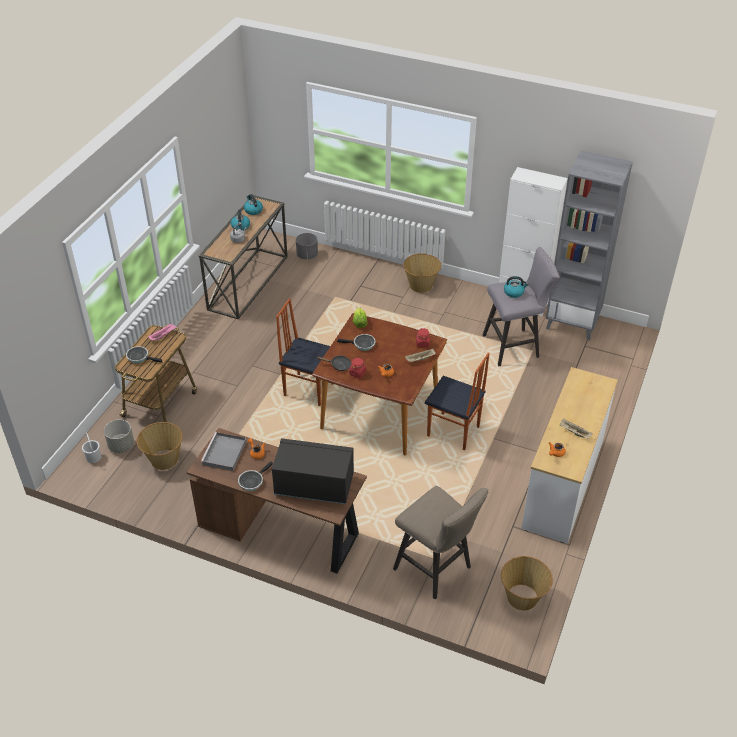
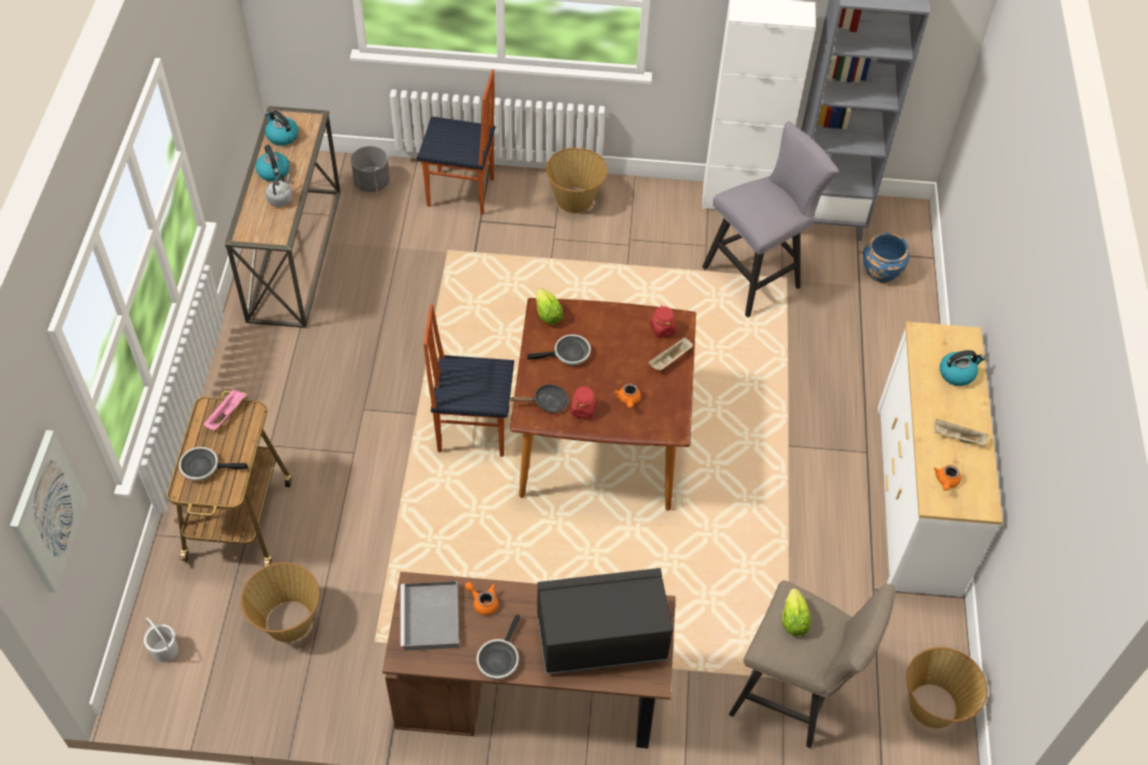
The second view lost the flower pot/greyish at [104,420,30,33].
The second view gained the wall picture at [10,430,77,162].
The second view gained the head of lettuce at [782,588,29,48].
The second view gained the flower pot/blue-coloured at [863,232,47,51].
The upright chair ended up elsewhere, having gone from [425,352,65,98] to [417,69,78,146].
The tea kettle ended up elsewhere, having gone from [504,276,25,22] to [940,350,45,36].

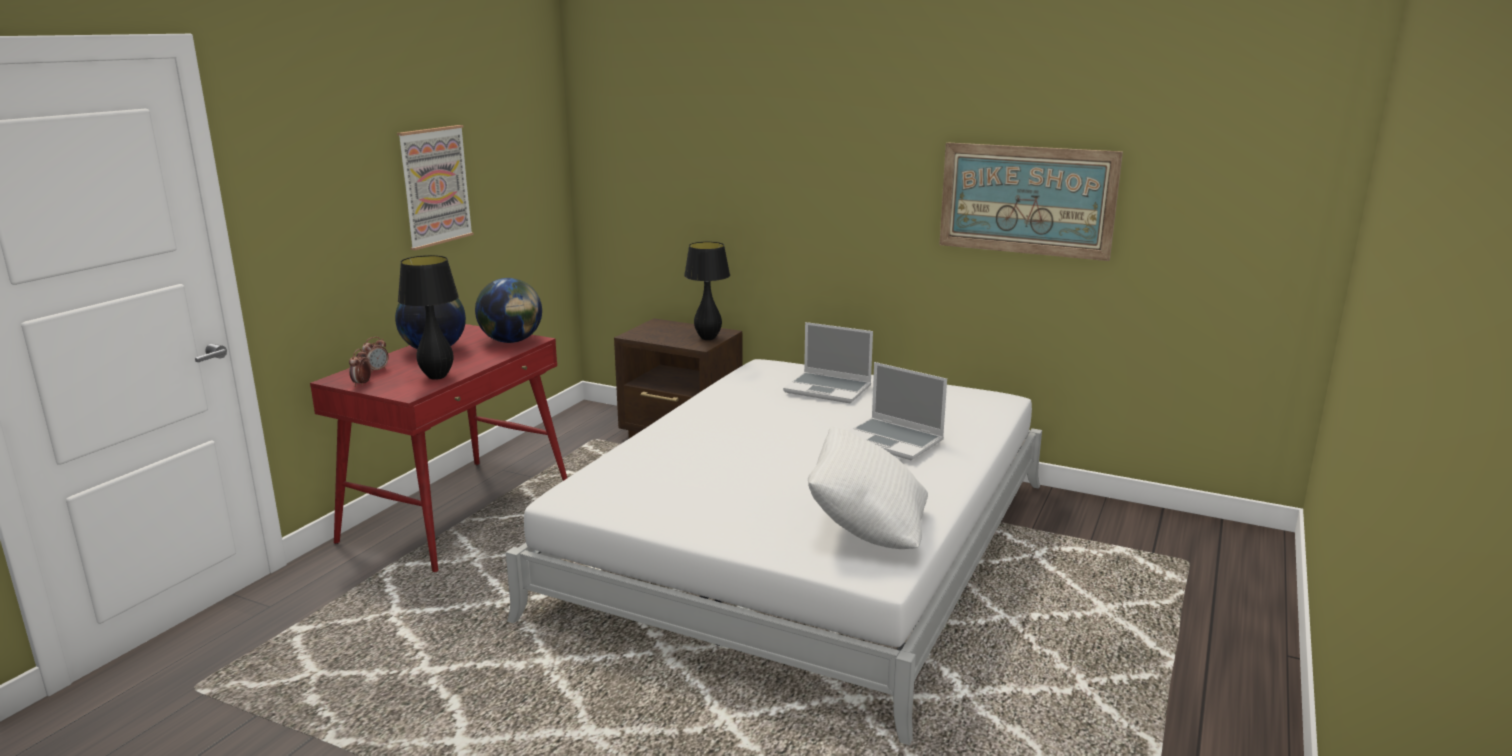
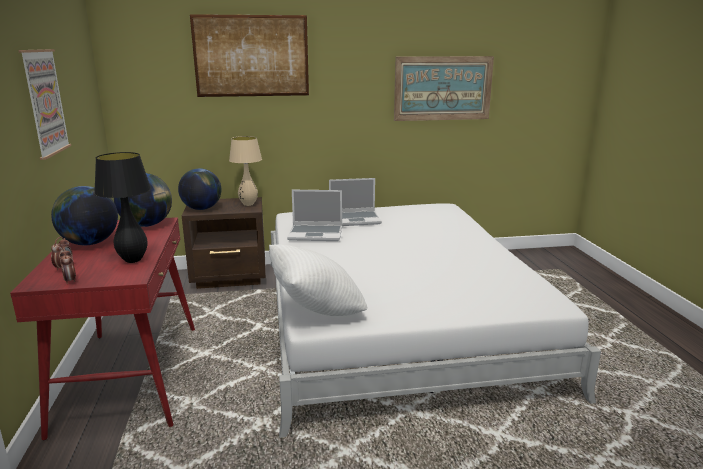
The second view gained the globe at [178,168,44,42].
The second view gained the wall picture at [190,14,119,83].
The pillow/whitish ended up elsewhere, having gone from [808,426,120,123] to [269,244,99,72].
The notebook computer ended up elsewhere, having gone from [849,362,98,98] to [287,190,55,51].
What was the table lamp/black at [684,242,46,98] turned into the table lamp/beige-coloured at [229,136,33,70].

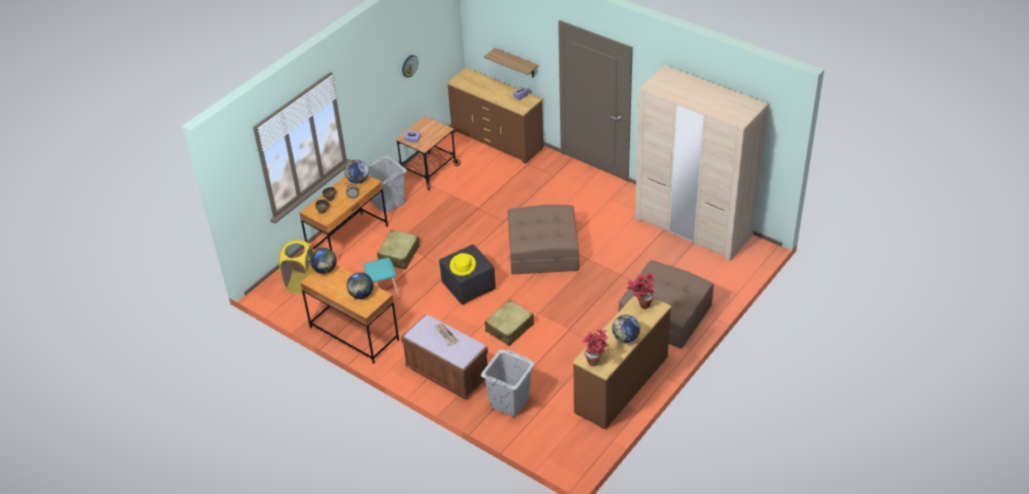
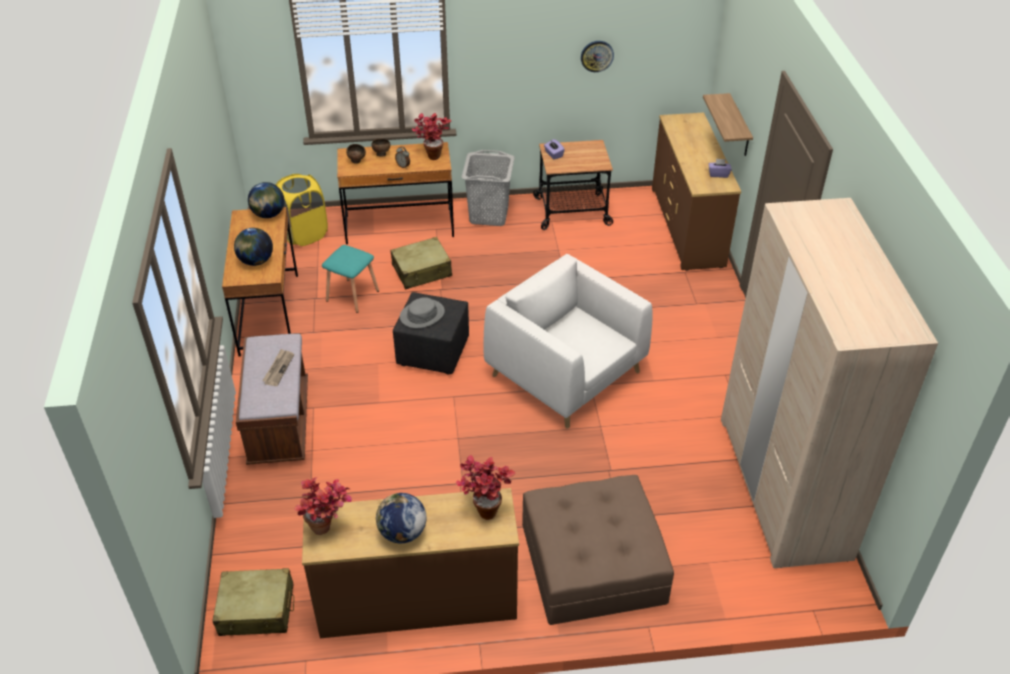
The second view lost the washing basket/greyish at [481,350,54,67].
The travel case/beige-coloured ended up elsewhere, having gone from [485,299,49,47] to [213,568,81,68].
Where the globe stood at [345,160,24,24], the plant in a pot came to stand at [412,113,39,47].
Where the ottoman/brown-coloured stood at [508,205,71,70], the armchair/whitish came to stand at [484,254,169,175].
What was the clothing hat/yellowish at [450,253,26,23] turned into the clothing hat/greyish at [400,297,45,31].

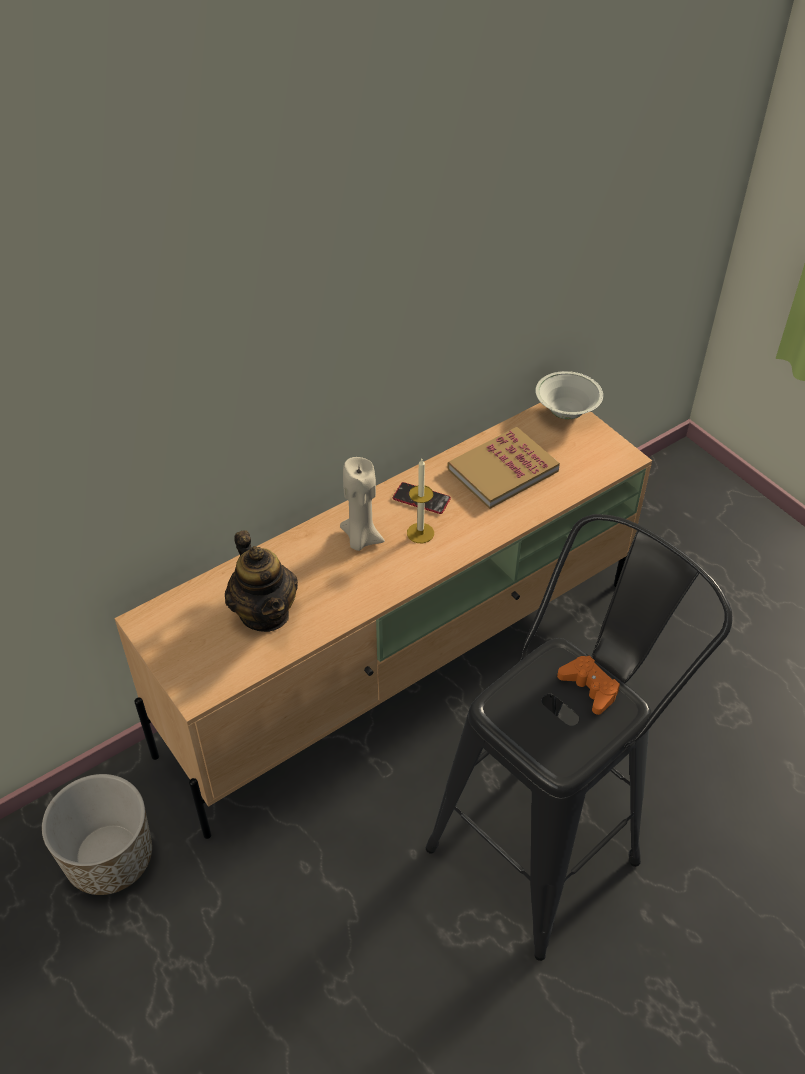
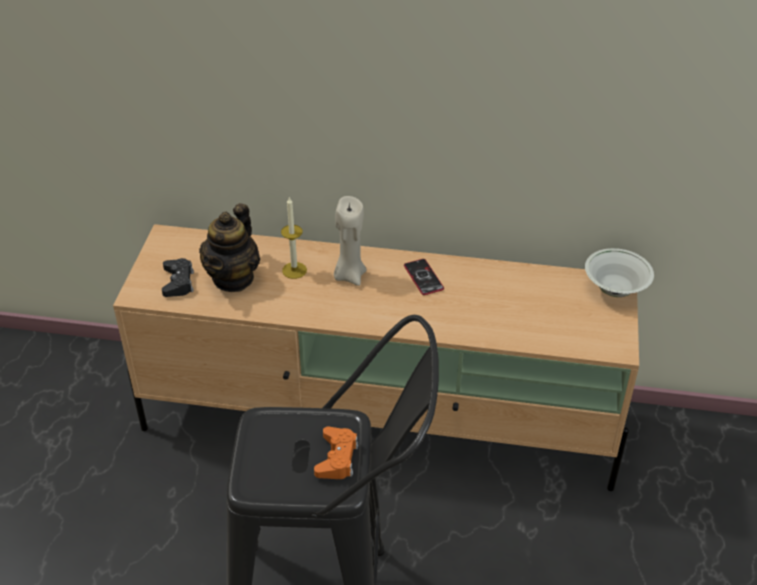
The second view lost the flower pot at [42,774,110,121].
The second view lost the volume at [447,427,113,82].
The second view gained the game controller/black at [162,258,32,39].
The wax candle ended up elsewhere, having gone from [407,459,27,84] to [281,197,26,82].

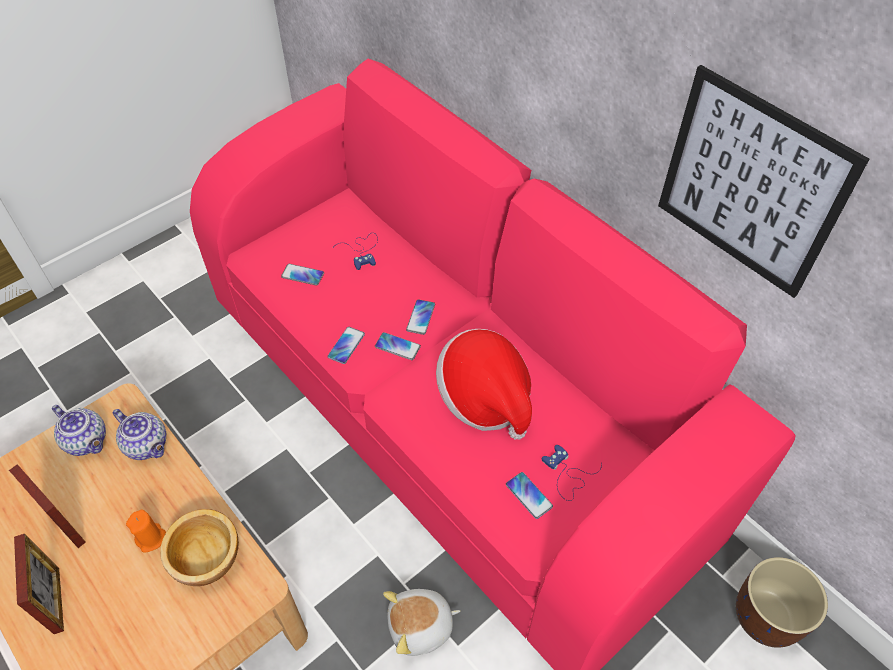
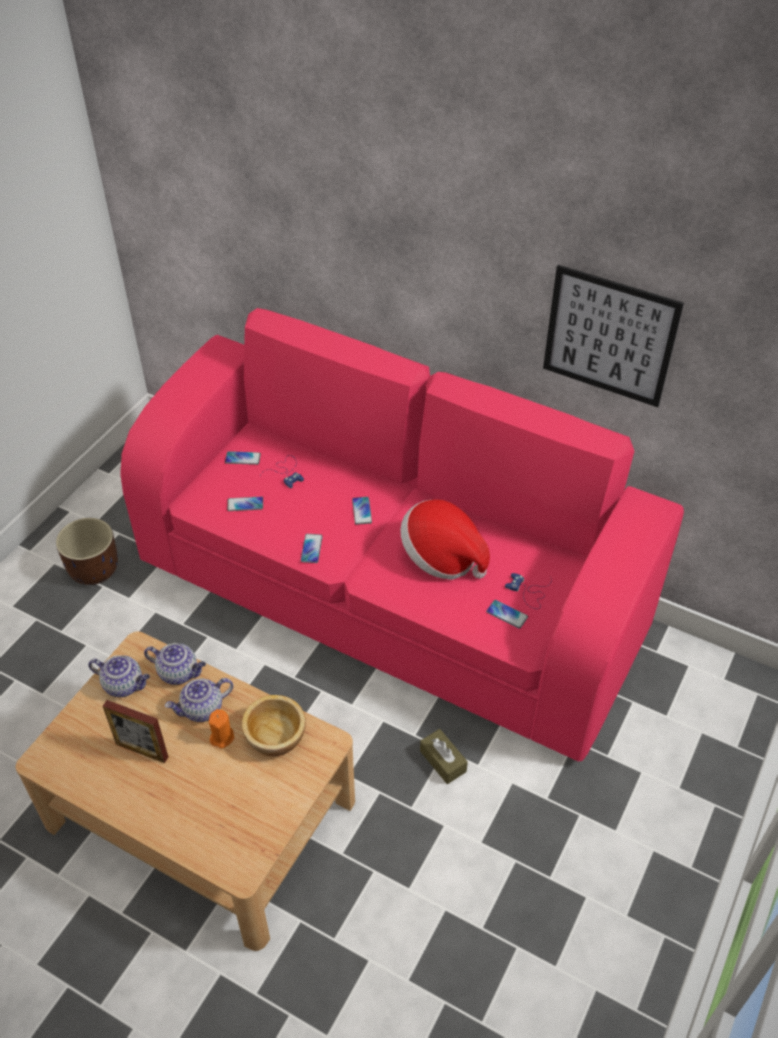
The second view lost the picture frame at [14,534,50,100].
The second view gained the pot for tea at [165,678,68,44].
The phone ended up elsewhere, having gone from [375,332,46,28] to [225,451,36,14].
The flower pot/brown-coloured ended up elsewhere, having gone from [736,557,92,91] to [56,518,62,67].
Where the plush toy stood at [383,589,77,67], the box of tissues/brown-coloured came to stand at [420,729,48,55].

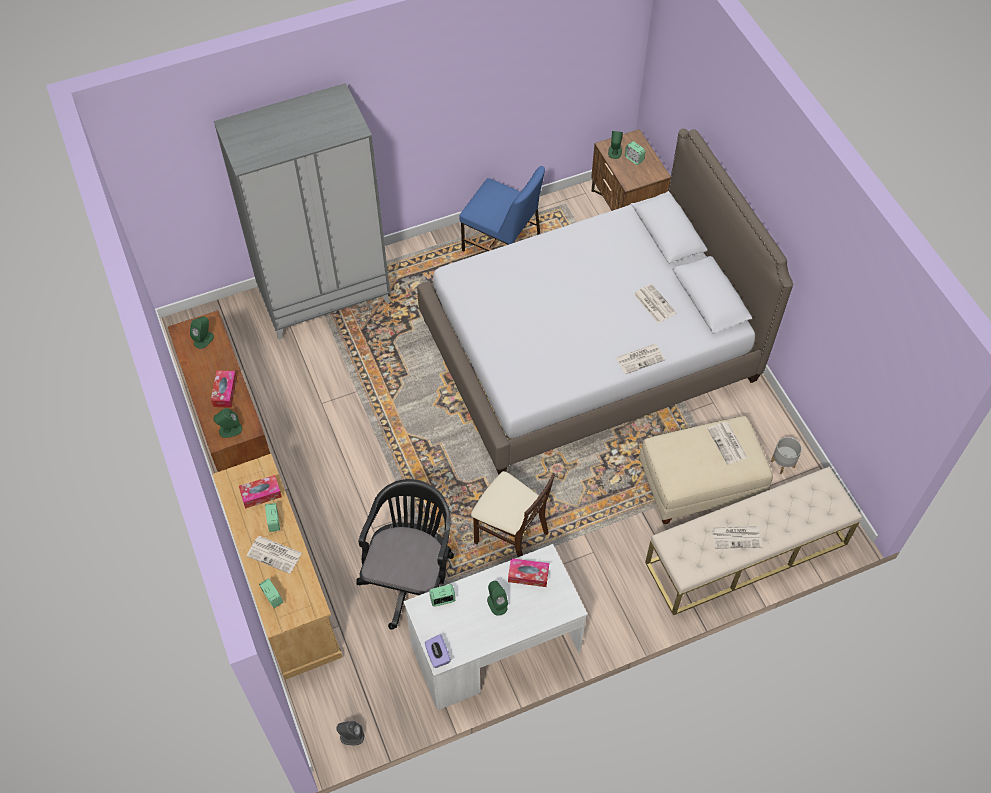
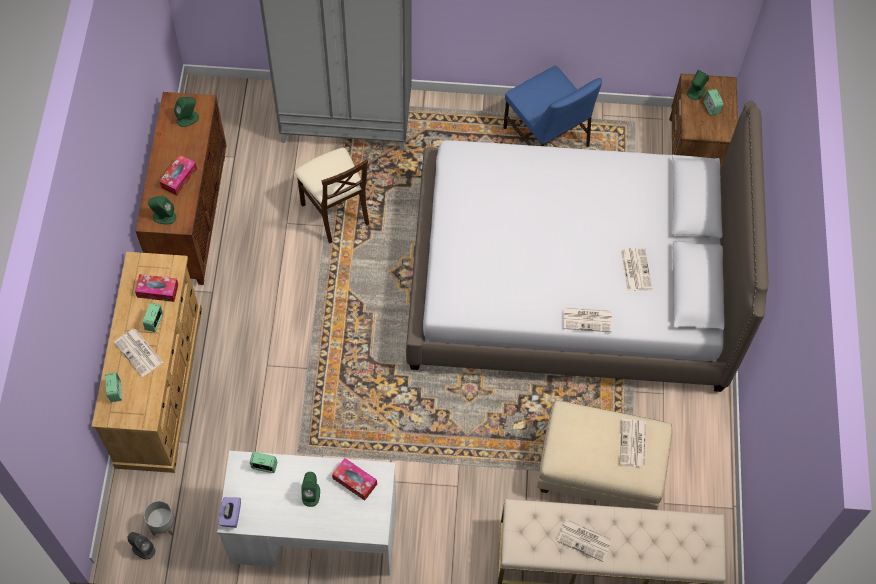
The second view lost the desk chair/black at [357,479,97,151].
The upright chair/beige-coloured ended up elsewhere, having gone from [471,471,84,86] to [294,148,75,95].
The flower pot/greyish ended up elsewhere, having gone from [771,437,31,37] to [144,501,31,35].

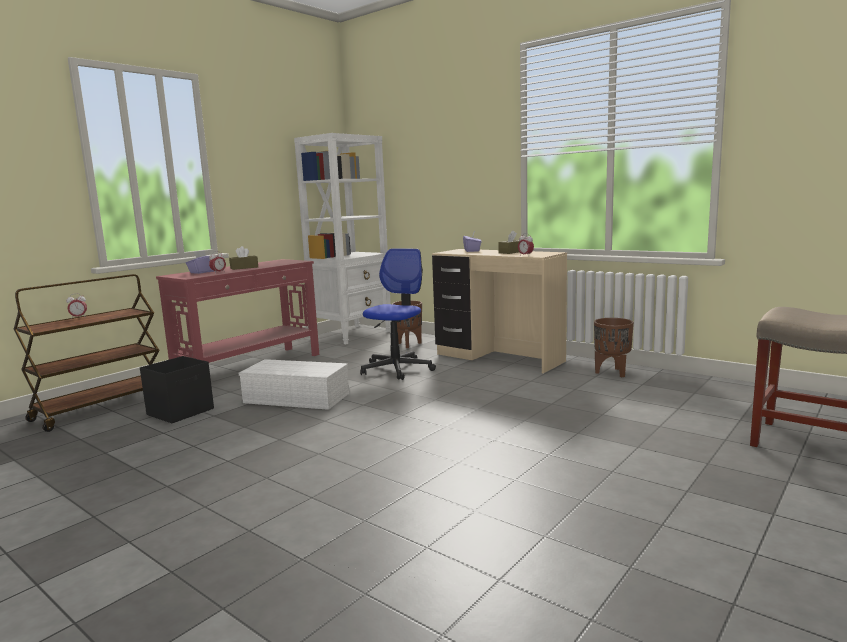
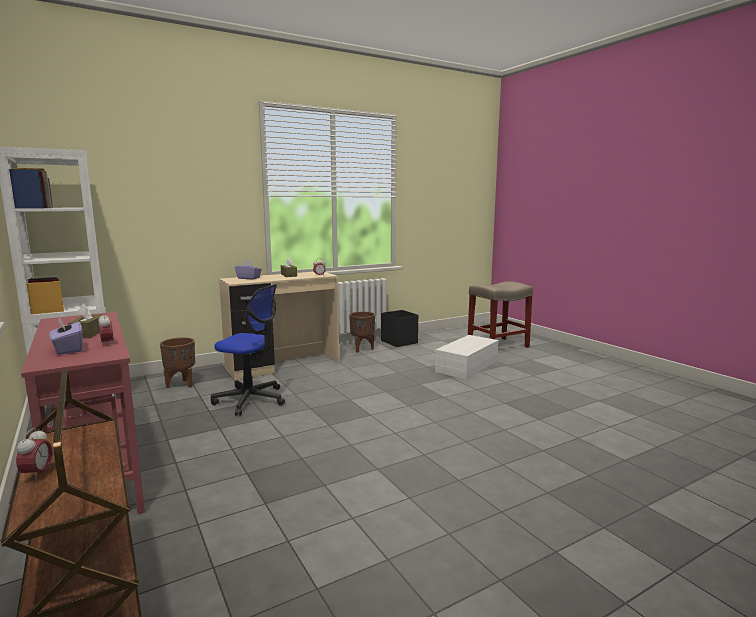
The storage bin/black ended up elsewhere, having gone from [140,356,74,67] to [381,310,37,37].
The storage bin/whitish ended up elsewhere, having gone from [239,359,110,51] to [435,335,64,44].
The desk chair at [360,248,76,132] ended up facing another way, 150 degrees clockwise from before.

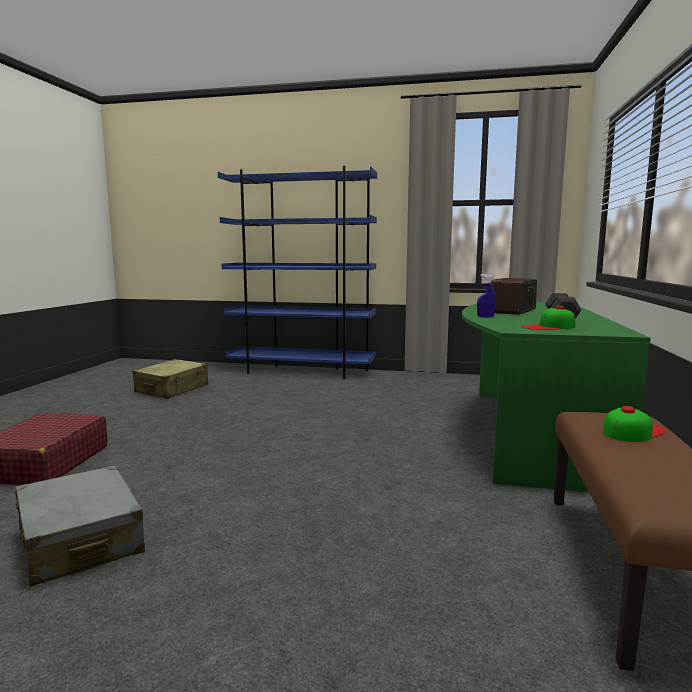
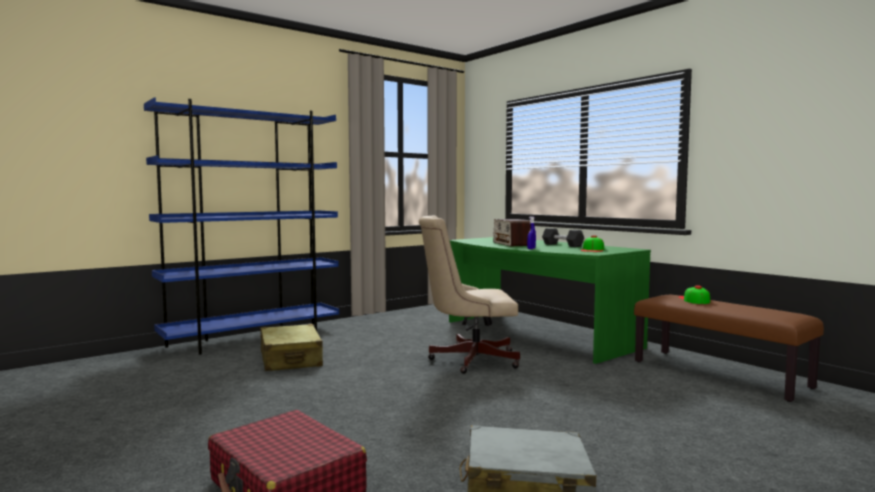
The second view gained the desk chair/beige-coloured at [419,215,101,159].
The travel case/beige-coloured ended up elsewhere, having gone from [133,359,75,40] to [260,324,63,47].

